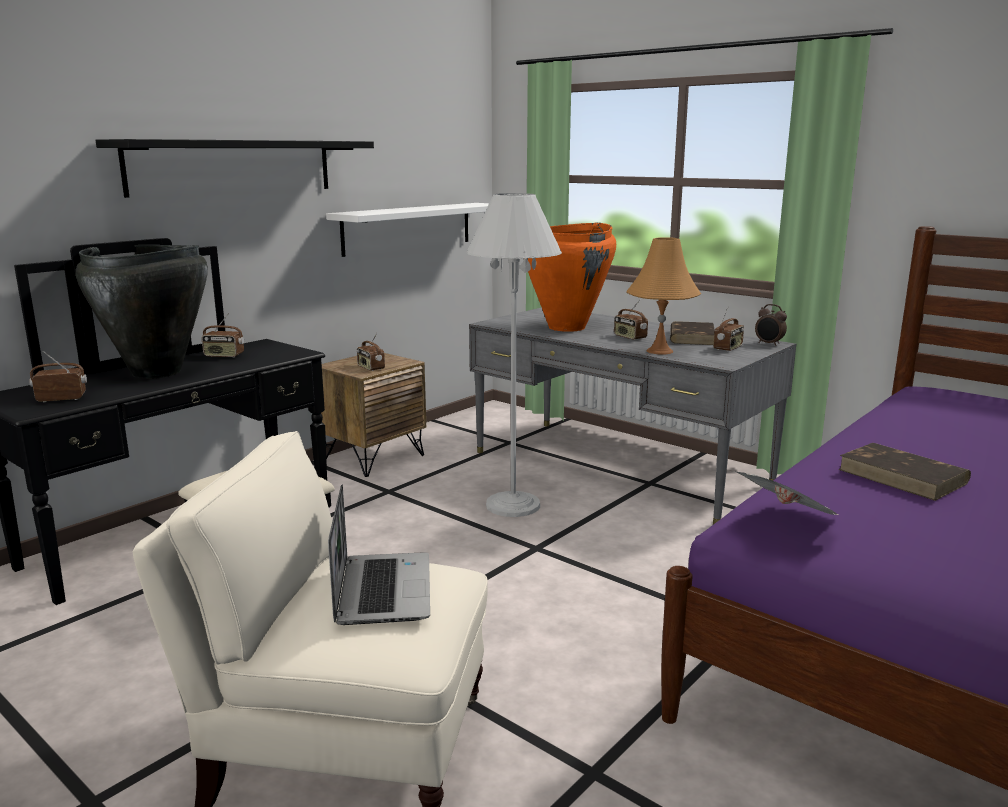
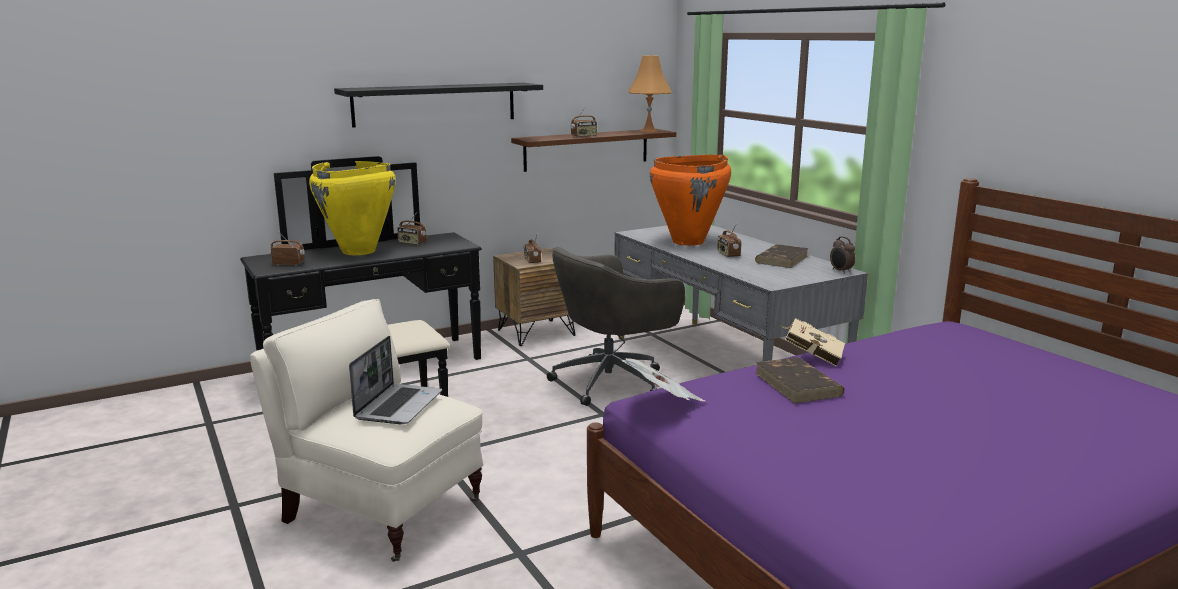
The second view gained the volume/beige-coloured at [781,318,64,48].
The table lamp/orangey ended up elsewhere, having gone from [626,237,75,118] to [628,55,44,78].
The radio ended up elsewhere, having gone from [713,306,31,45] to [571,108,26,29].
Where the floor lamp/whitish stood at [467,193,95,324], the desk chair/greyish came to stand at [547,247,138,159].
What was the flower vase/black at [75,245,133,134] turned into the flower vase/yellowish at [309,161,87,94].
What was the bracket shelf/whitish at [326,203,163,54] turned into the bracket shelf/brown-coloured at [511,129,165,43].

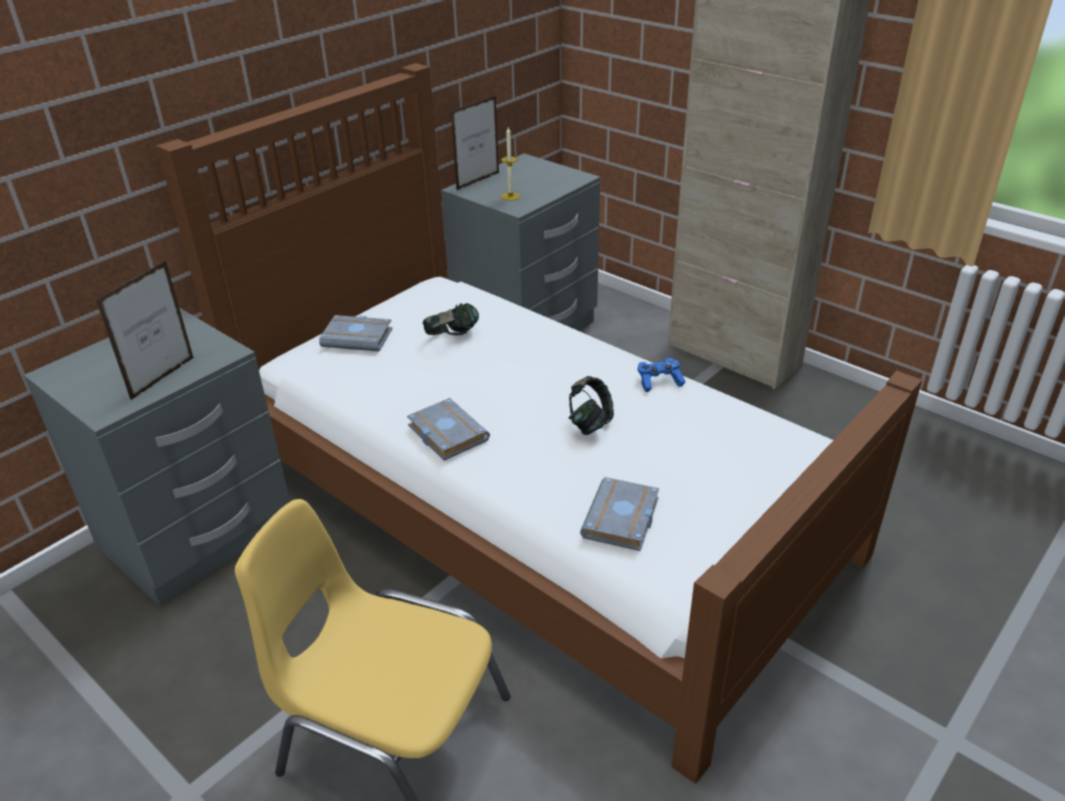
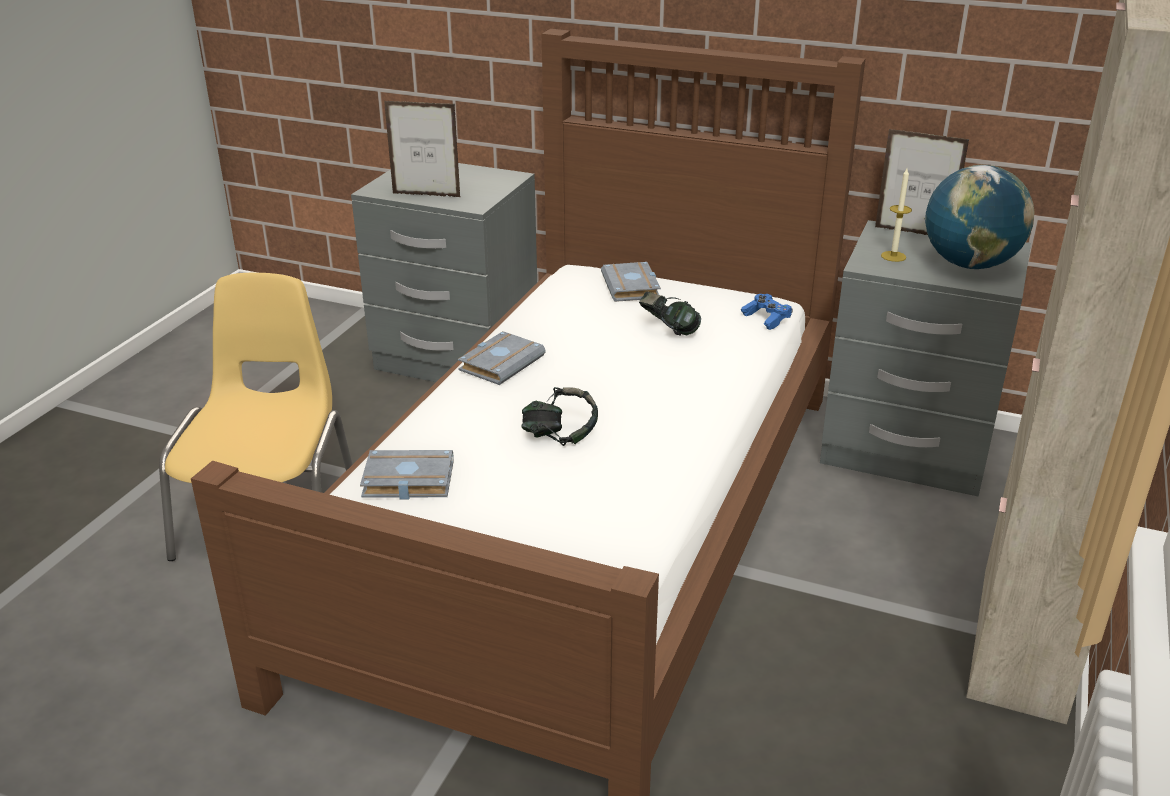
The second view gained the globe at [925,165,109,104].
The game controller/blue-coloured ended up elsewhere, having gone from [638,358,48,34] to [741,294,52,36].

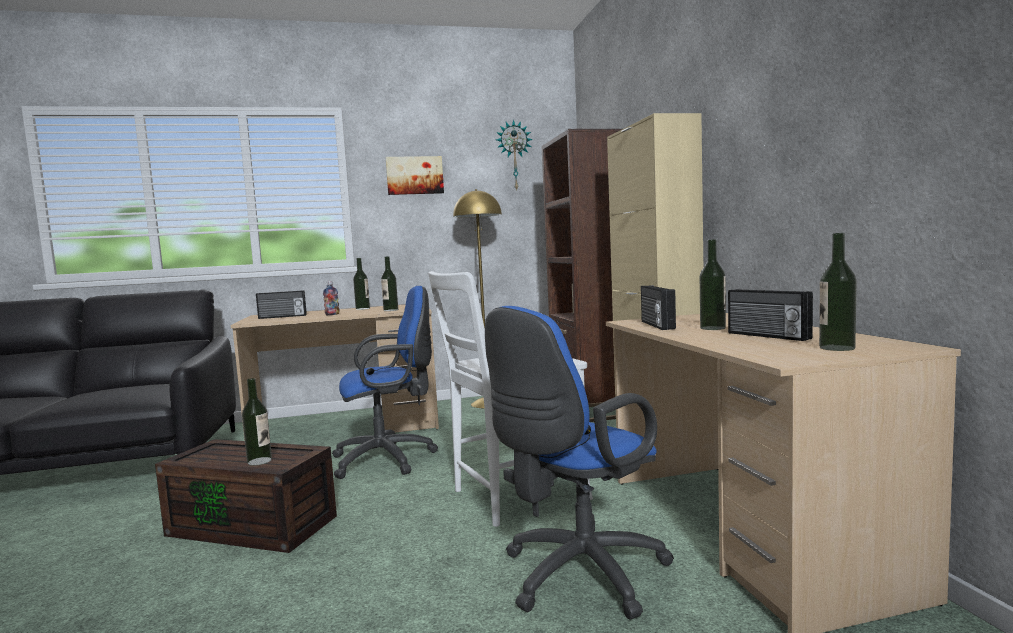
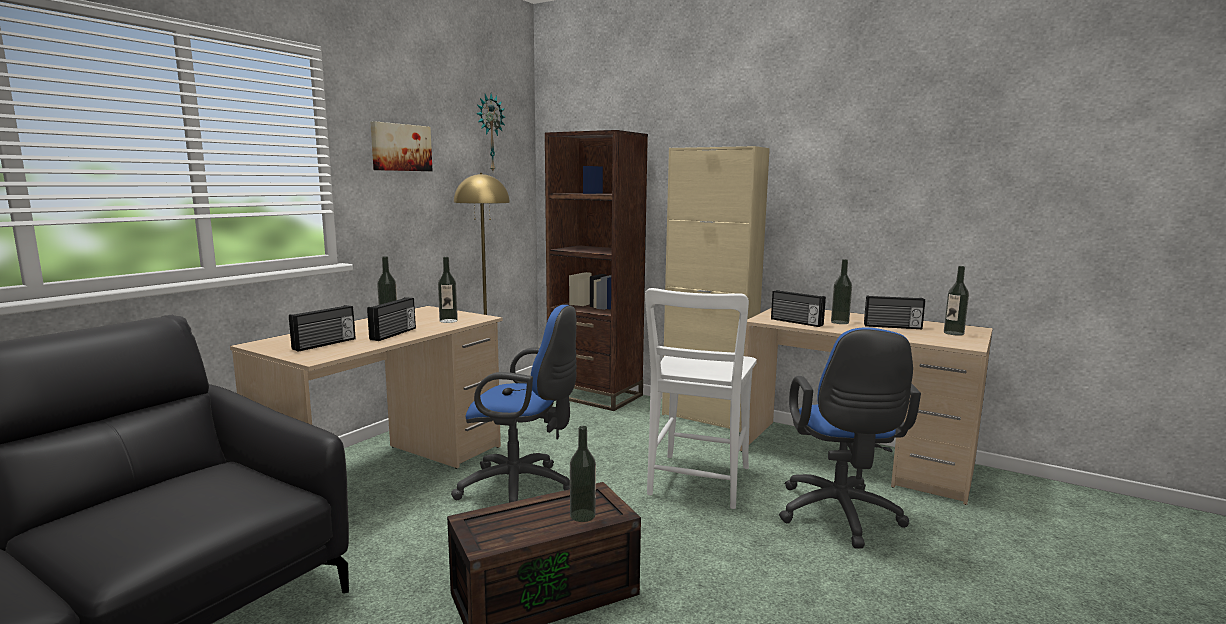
Where the drink bottle stood at [323,281,17,34], the radio came to stand at [367,297,49,44].
The desk chair/blue-coloured at [332,286,106,193] ended up facing another way, 75 degrees clockwise from before.

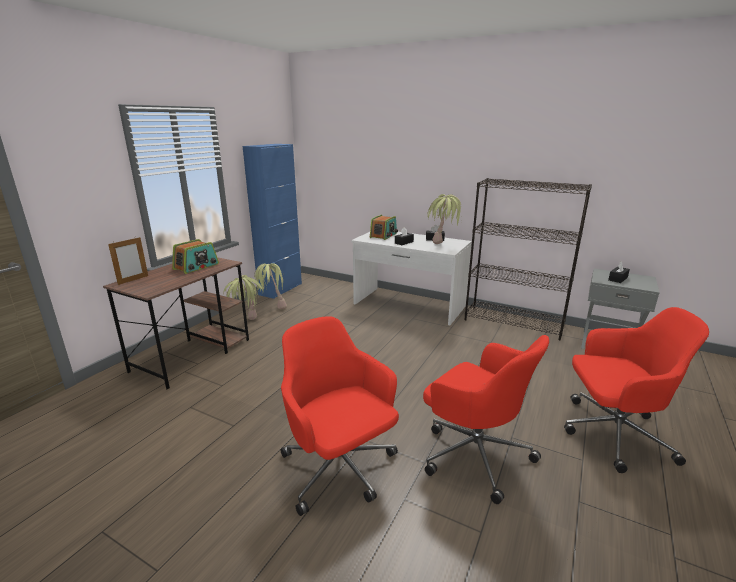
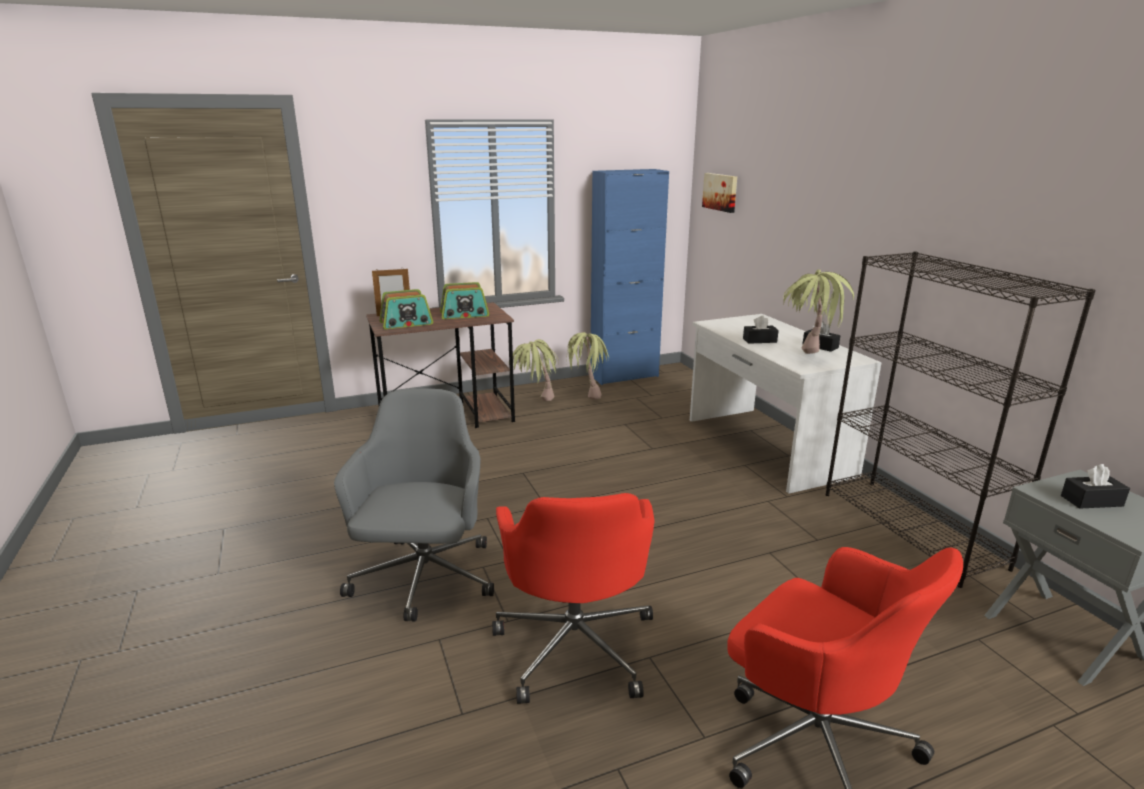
The second view gained the wall picture at [702,173,35,40].
The radio ended up elsewhere, having gone from [370,215,28,25] to [379,289,54,40].
What was the desk chair/reddish at [280,316,119,200] turned into the desk chair/greyish at [334,388,160,234].

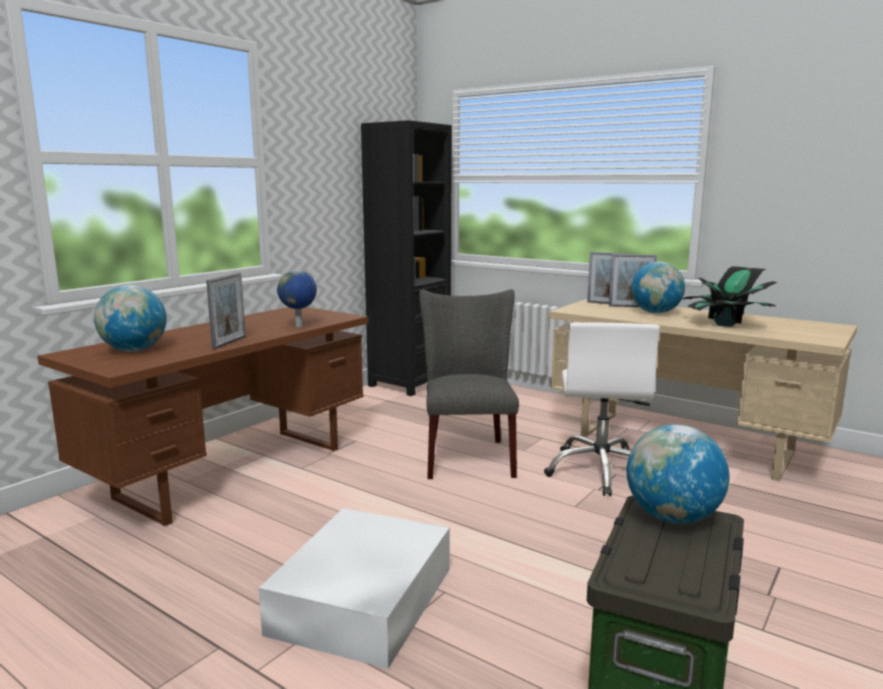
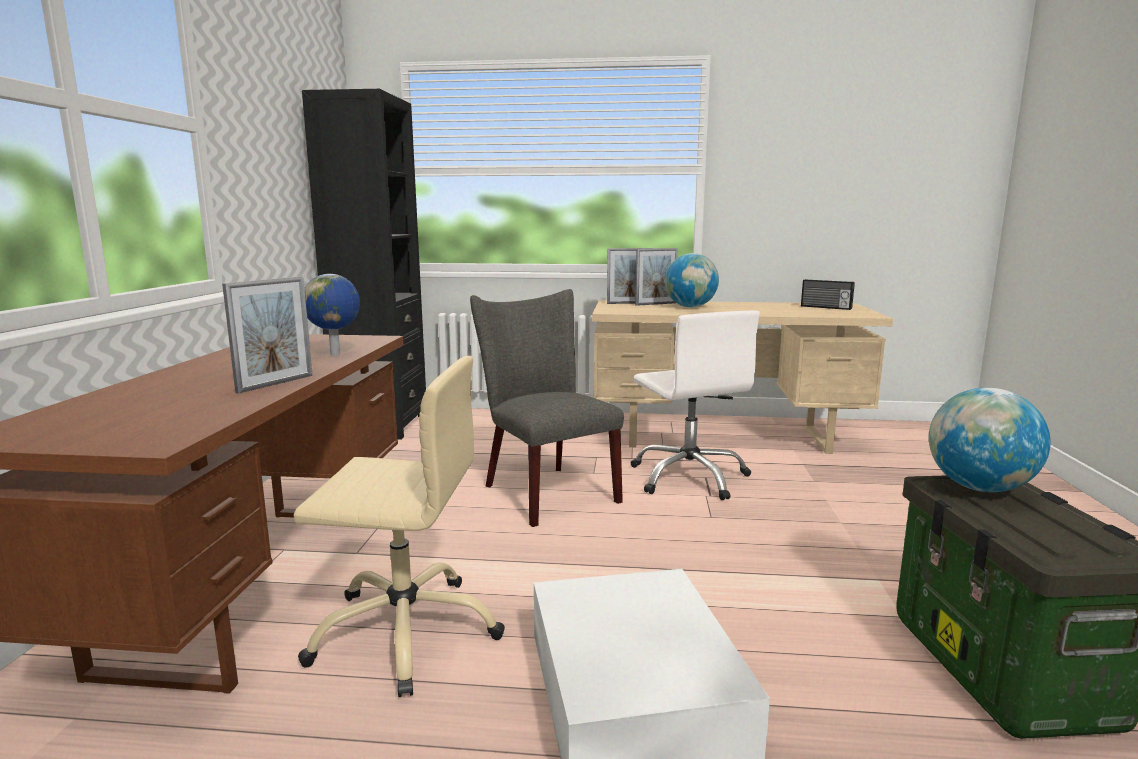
The second view lost the globe at [94,285,73,67].
The second view lost the plant in a pot at [683,266,95,61].
The second view gained the desk chair/beige-coloured at [294,356,211,341].
The second view gained the radio at [801,279,54,31].
The picture frame at [206,273,40,76] ended up facing another way, 45 degrees clockwise from before.

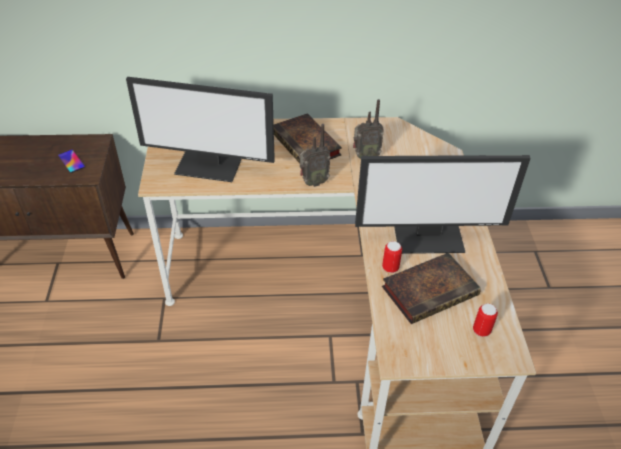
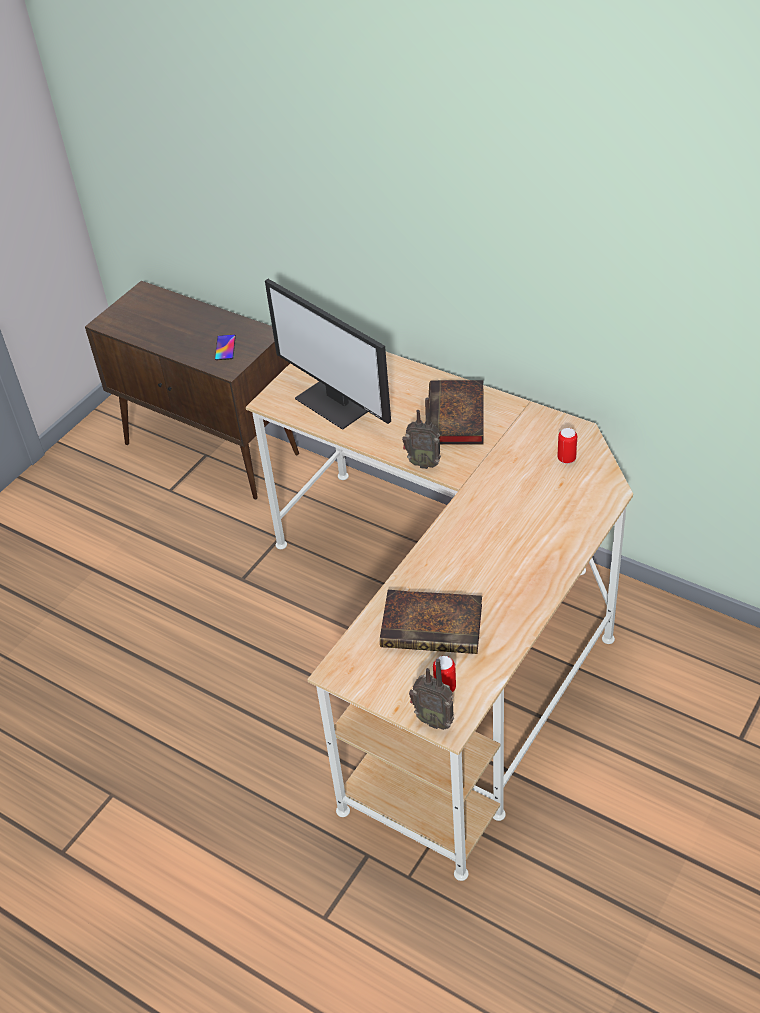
The second view lost the computer screen at [355,155,176,99].
The radio ended up elsewhere, having gone from [353,99,31,60] to [409,659,45,71].
The metal can ended up elsewhere, having gone from [382,241,20,32] to [557,428,20,36].

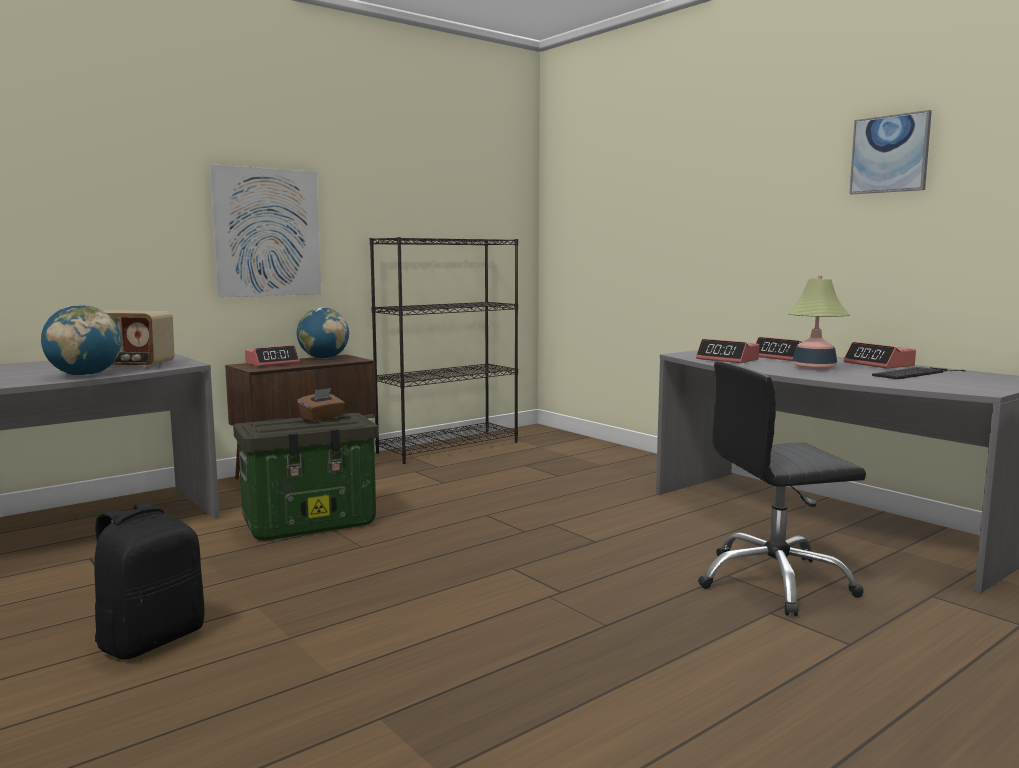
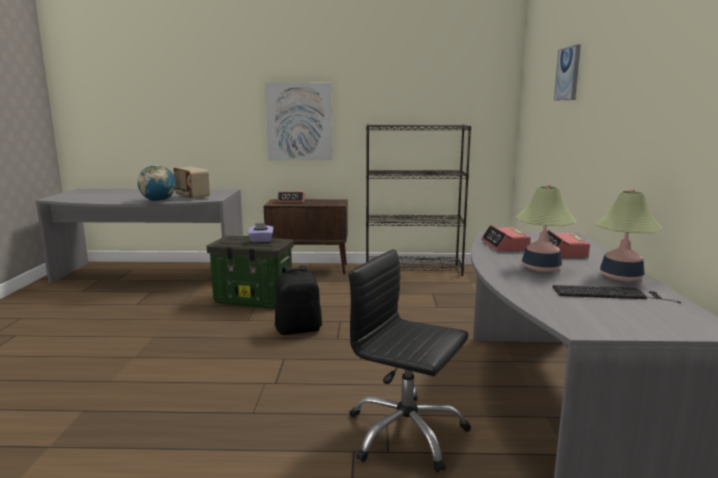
The second view lost the globe at [297,307,52,52].
The knapsack/black ended up elsewhere, having gone from [94,501,110,159] to [275,265,47,70].
The wall picture ended up elsewhere, having gone from [849,110,83,84] to [554,44,27,56].
Where the table clock stood at [844,342,72,27], the table lamp came to stand at [595,189,67,92].
What was the box of tissues/brown-coloured at [297,388,48,35] turned into the box of tissues/purplish at [248,223,25,19].

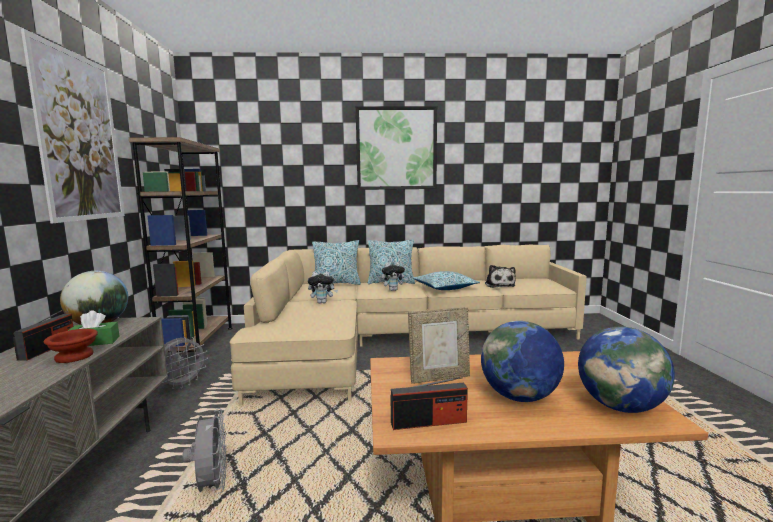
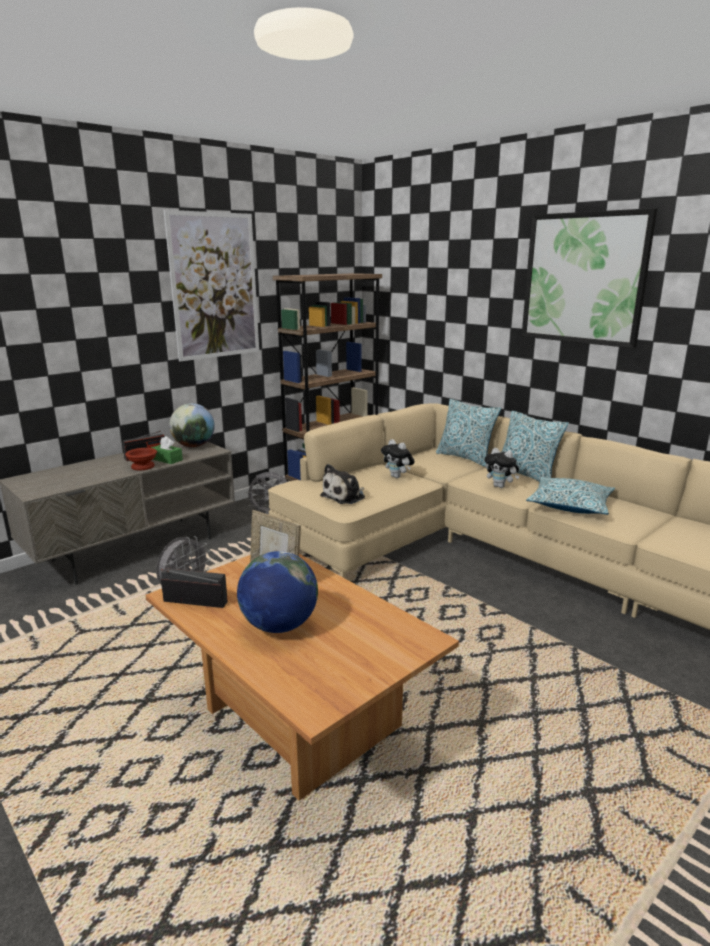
The second view lost the globe at [578,327,97,86].
The plush toy ended up elsewhere, having gone from [485,265,31,23] to [320,464,45,40].
The radio at [391,377,77,53] ended up facing another way, 150 degrees clockwise from before.

